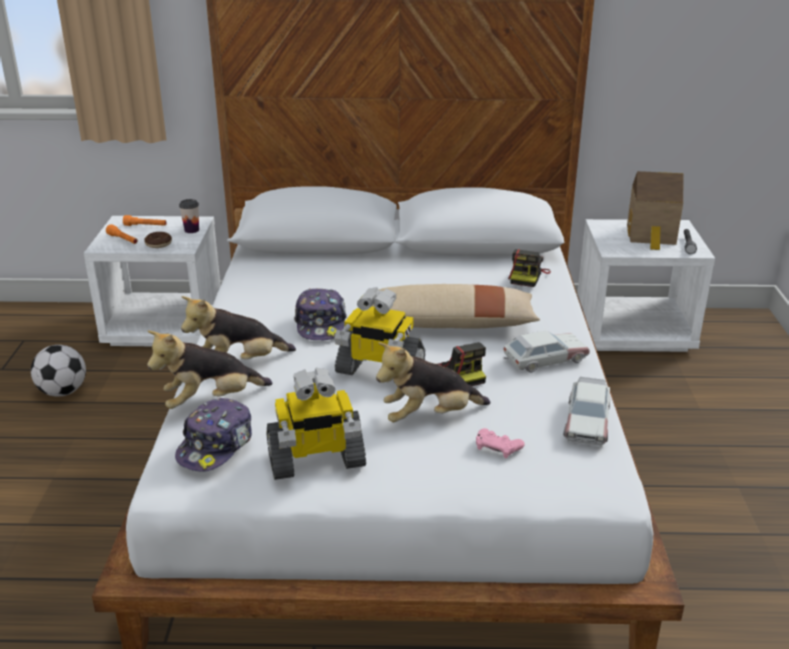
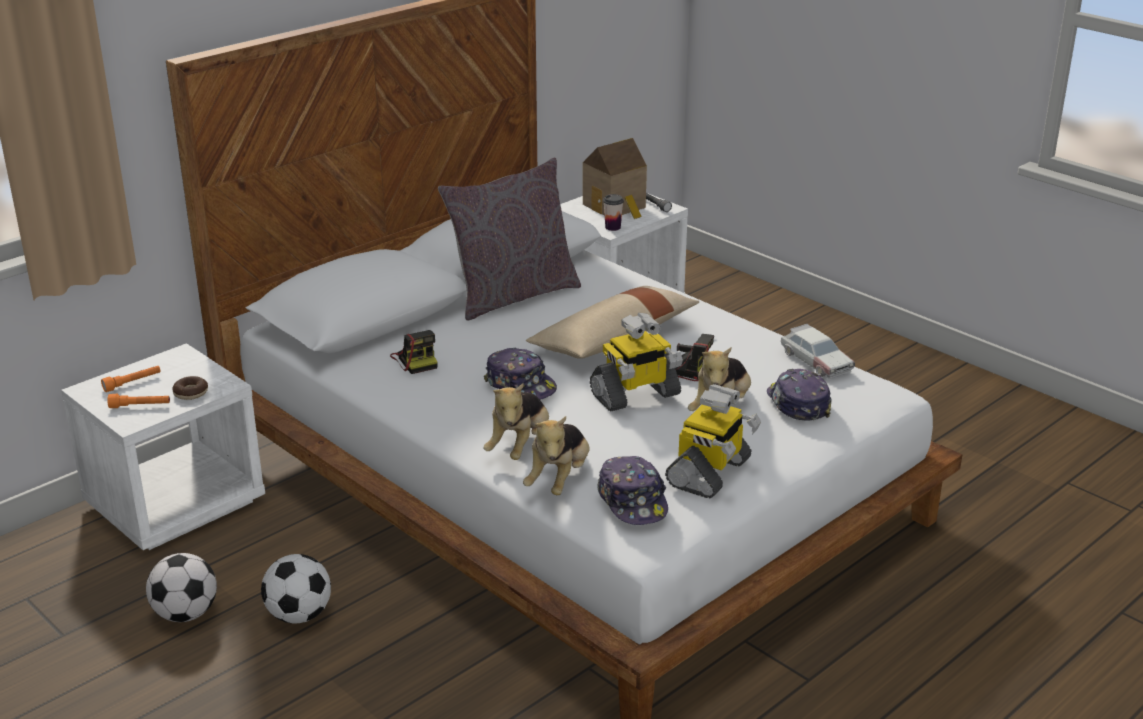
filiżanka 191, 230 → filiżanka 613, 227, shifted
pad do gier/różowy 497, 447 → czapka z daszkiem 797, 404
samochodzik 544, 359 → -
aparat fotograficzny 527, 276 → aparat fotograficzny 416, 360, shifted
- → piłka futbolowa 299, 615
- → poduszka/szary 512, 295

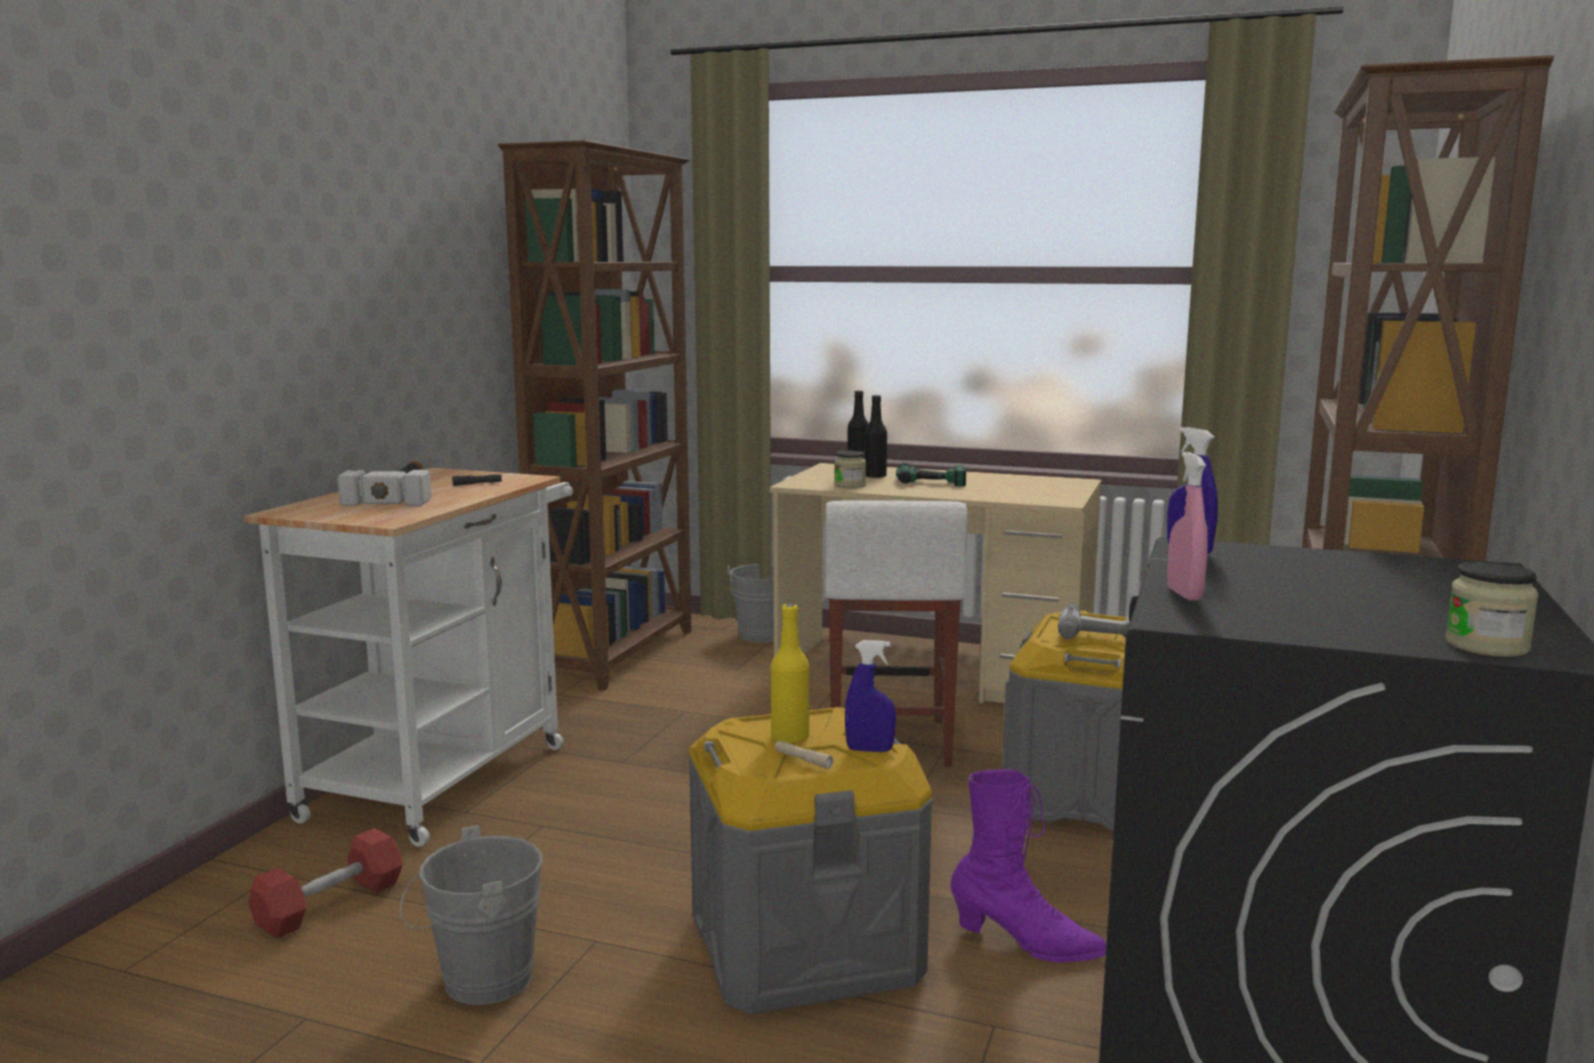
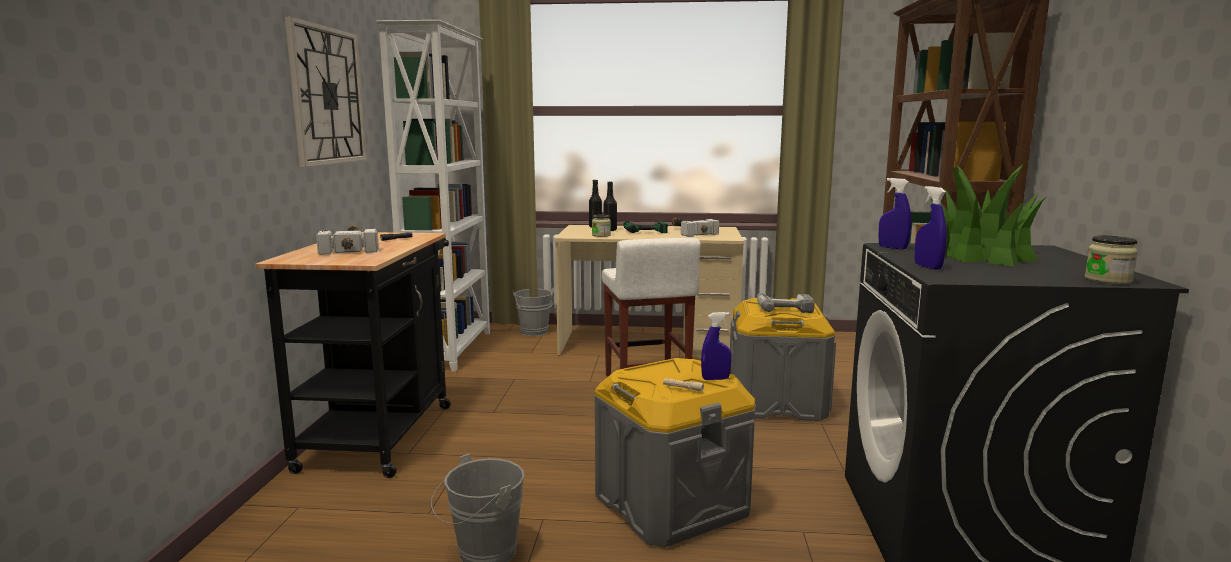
wózek/biały 446, 774 → wózek/czarny 381, 432
hantel/czerwony 330, 905 → -
regał/brązowy 618, 654 → regał/biały 451, 350
butelka/żółty 790, 738 → -
but z cholewką/fioletowy 1026, 943 → -
spryskiwacz/różowy 1184, 594 → spryskiwacz/niebieski 928, 267
- → zegar ścienny 327, 96
- → młotek 688, 232
- → roślina doniczkowa 977, 254

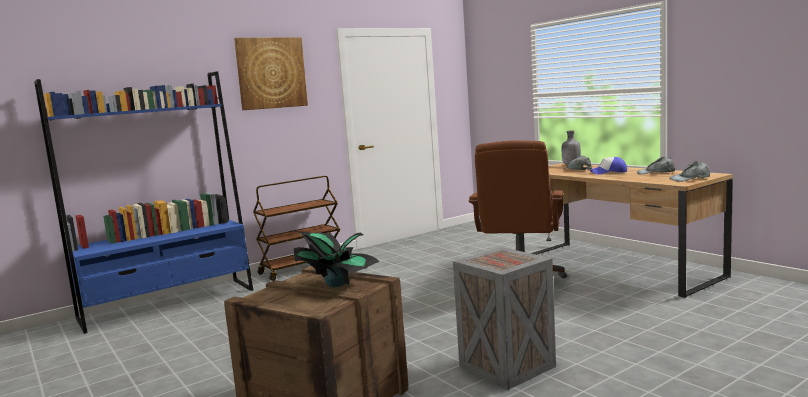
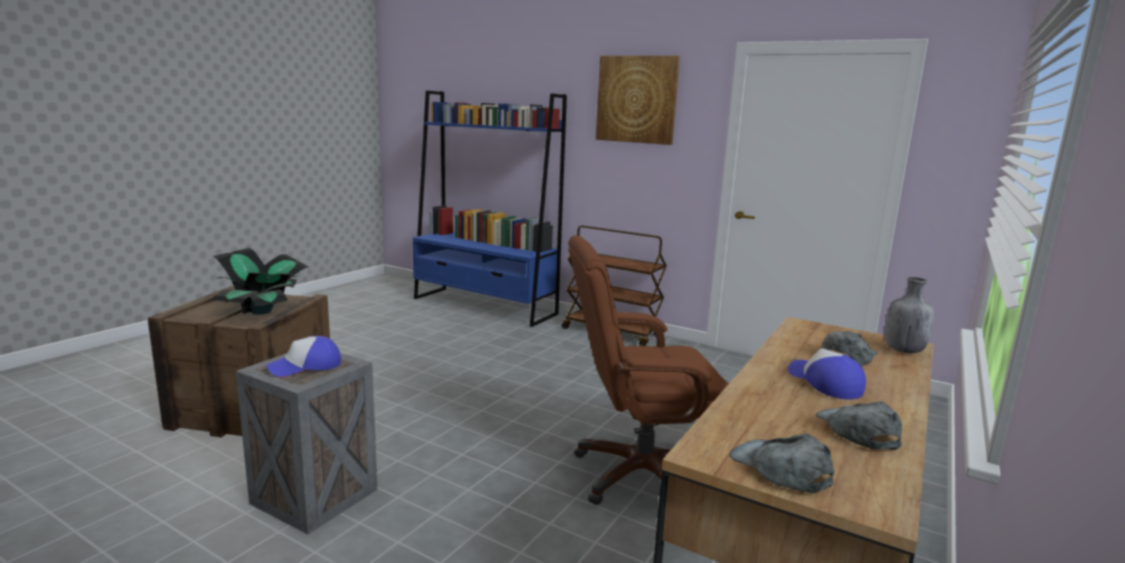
- → czapka z daszkiem 306, 367

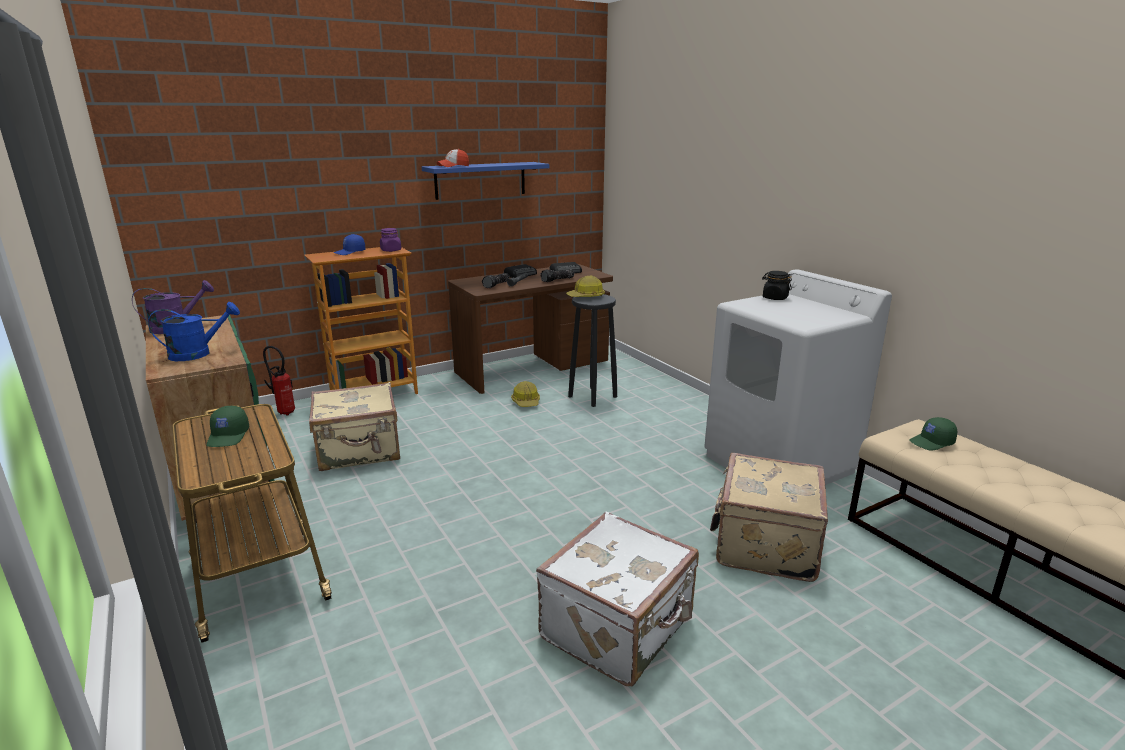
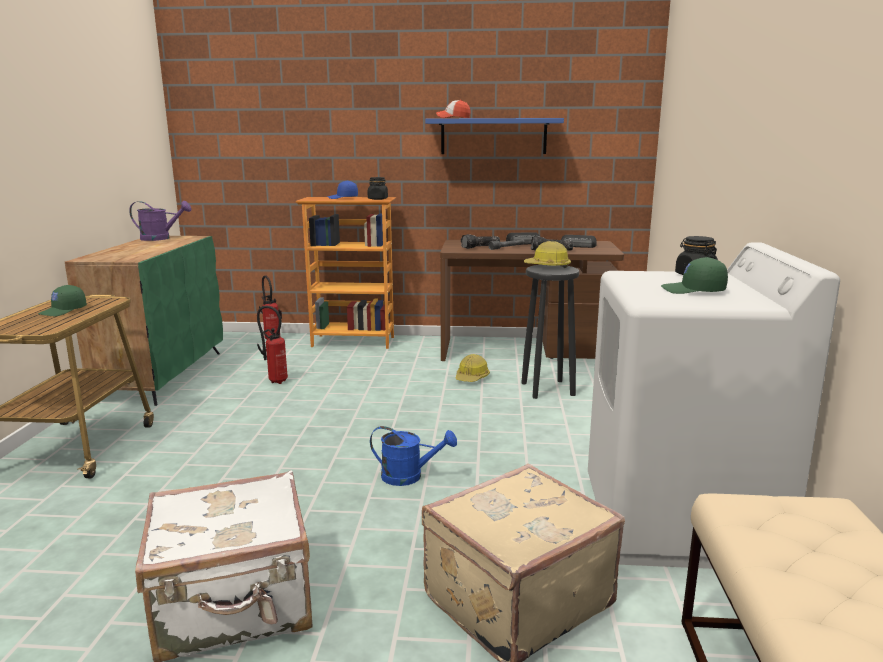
konewka/niebieski 198, 353 → konewka/niebieski 409, 476, shifted
walizka/beżowy 359, 451 → gaśnica 276, 381
słoik/fioletowy 391, 250 → słoik/czarny 378, 199
czapka z daszkiem/zielony 932, 442 → czapka z daszkiem/zielony 693, 291, shifted

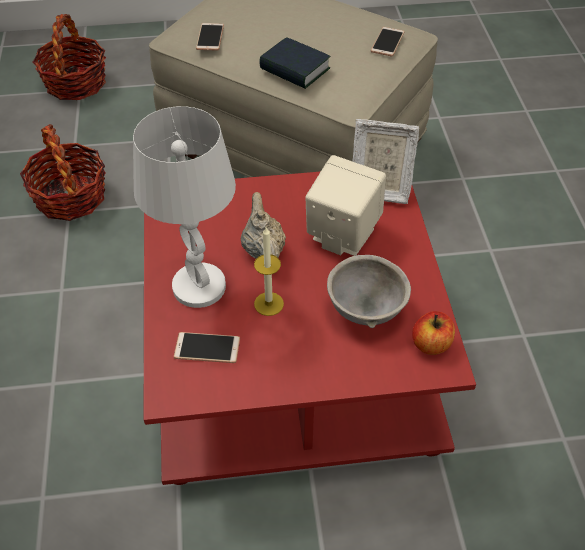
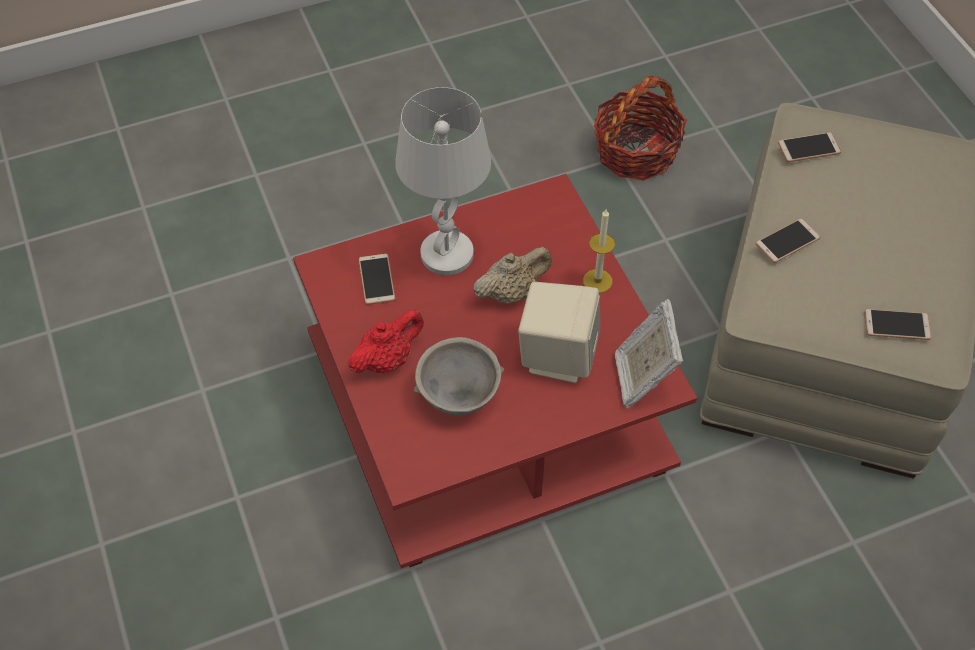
koszyk 76, 83 → -
świeca 268, 304 → świeca 597, 281, shifted
książka 295, 69 → telefon 787, 241
jabłko 431, 344 → -
- → imbryk/czerwony 387, 359

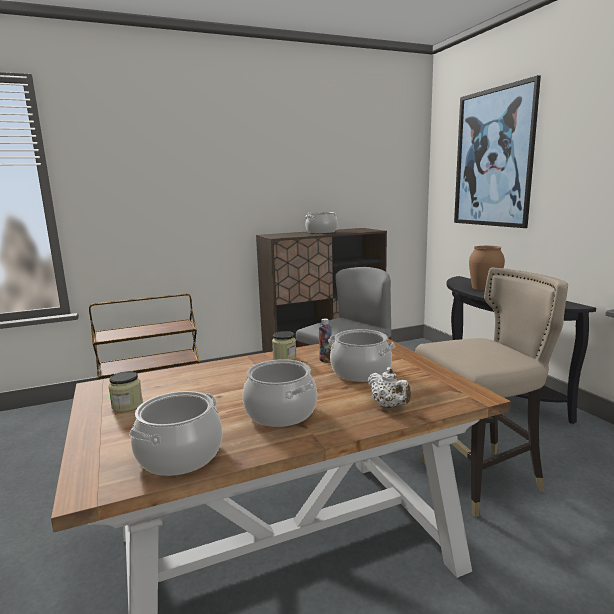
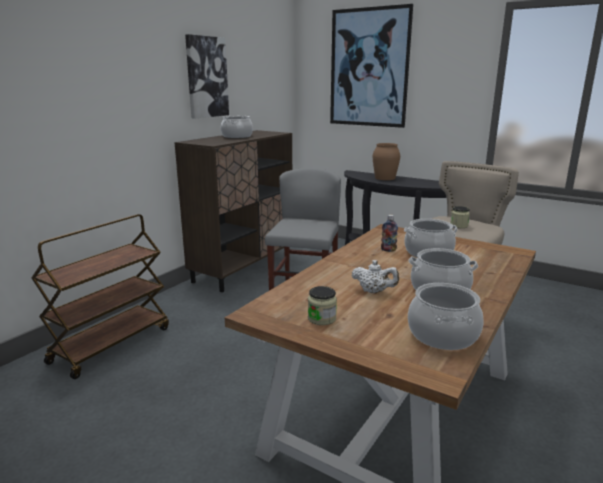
słoik 284, 358 → słoik 459, 225, shifted
imbryk/biały 389, 406 → imbryk/biały 374, 291, shifted
- → obraz 206, 77

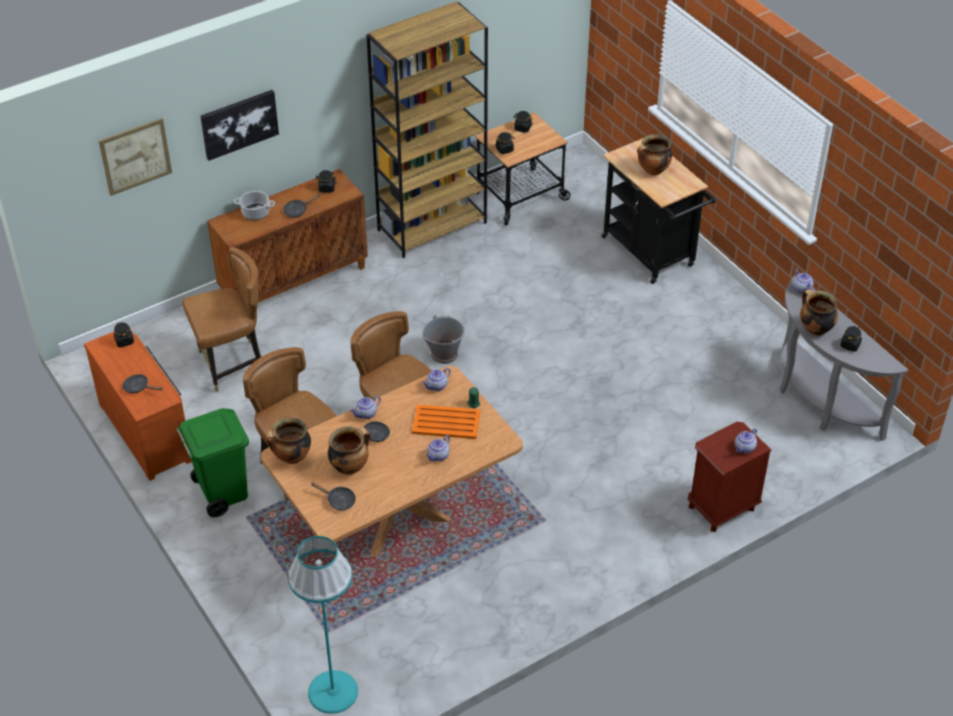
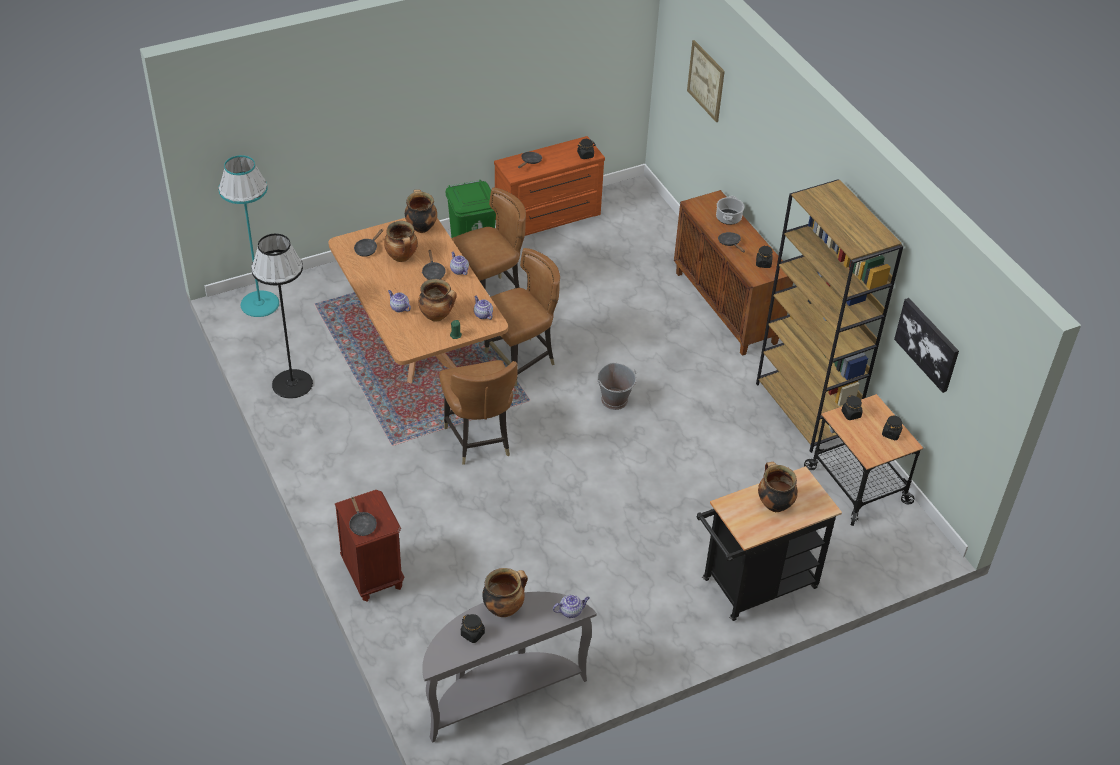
krzesło/brązowy 232, 364 → krzesło/brązowy 479, 440, shifted
obraz 239, 123 → obraz 927, 344, shifted
taca/pomarańczowy 445, 422 → garnek 437, 316
imbryk 744, 448 → patelnia/czarny 362, 524
- → lampa stojąca/czarny 292, 383

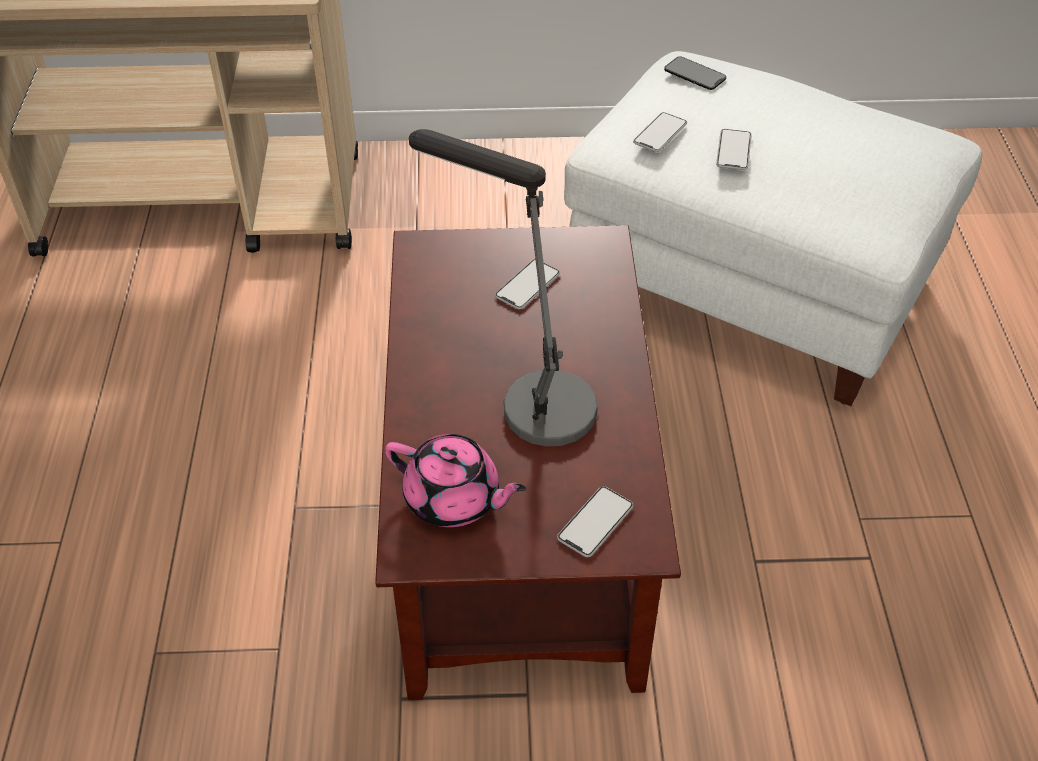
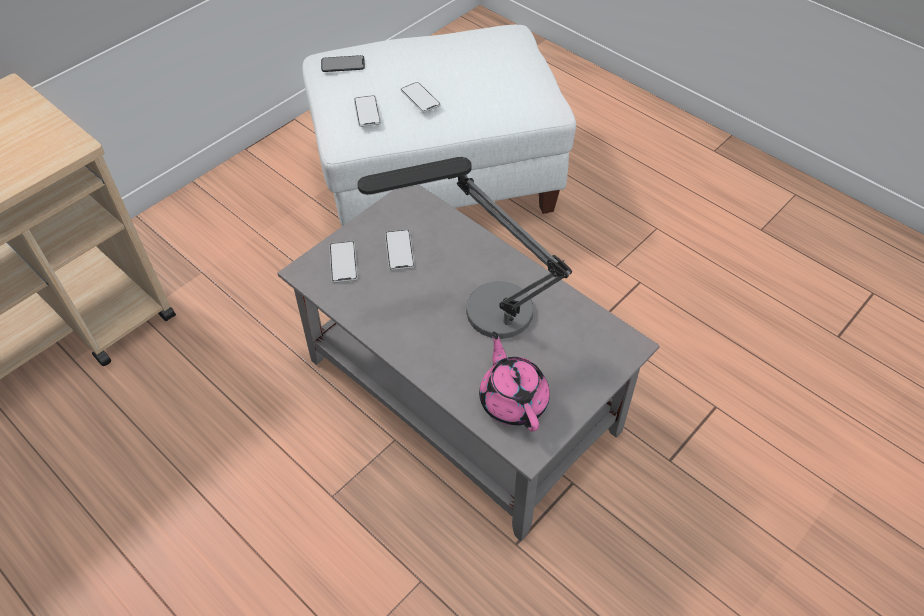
ława/brązowy 517, 513 → ława/szary 459, 394
imbryk/różowy 454, 499 → imbryk/różowy 513, 399, 90 degrees counterclockwise
telefon 595, 522 → telefon 343, 262, shifted

